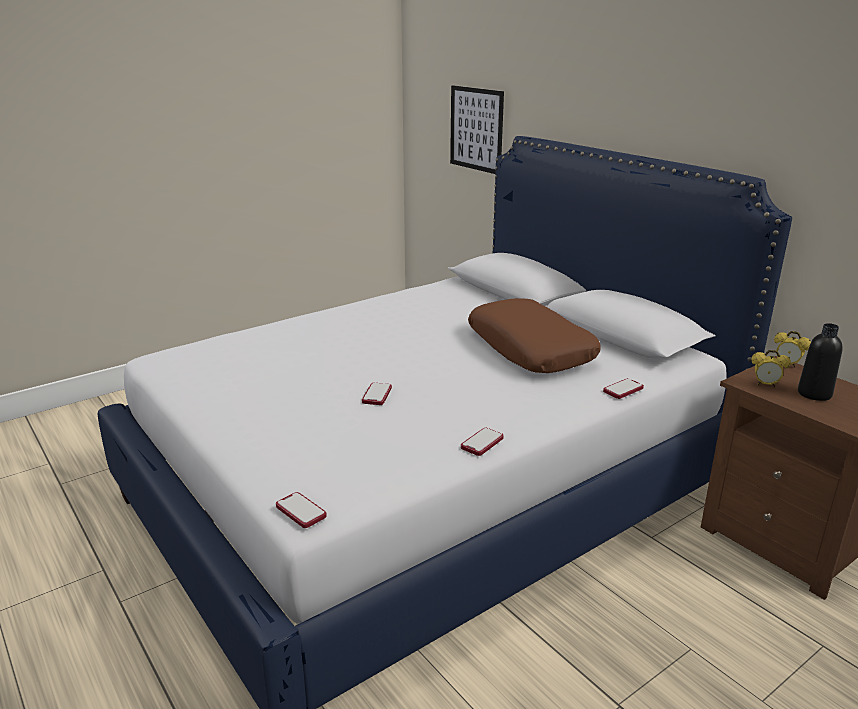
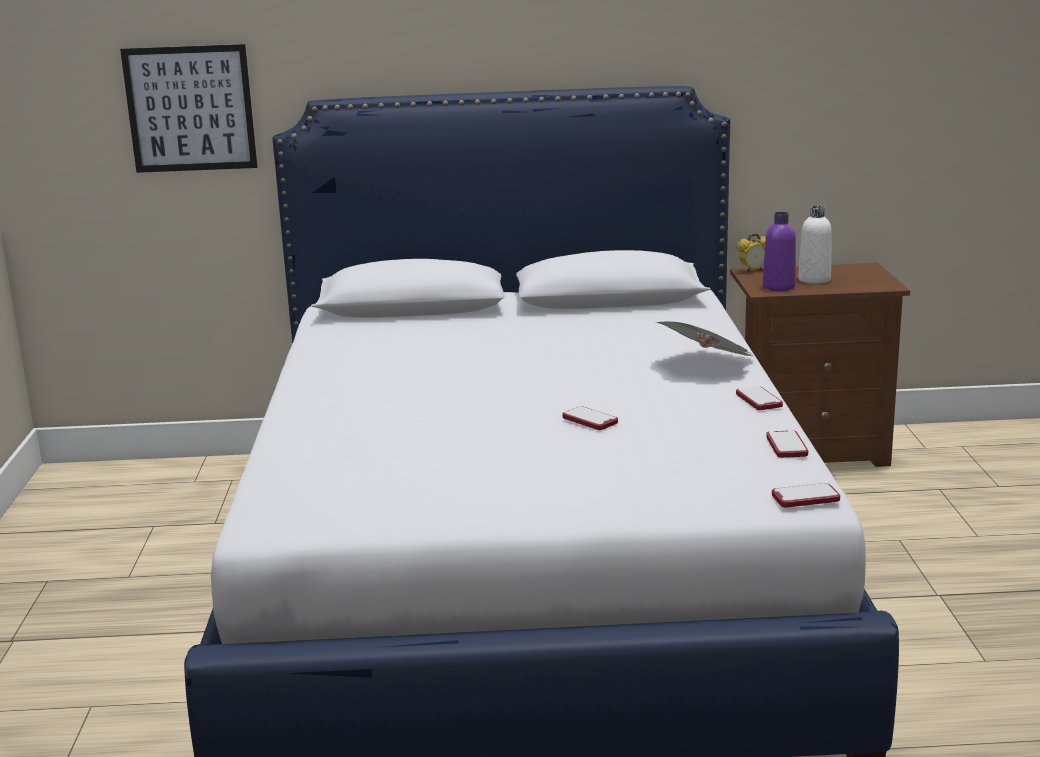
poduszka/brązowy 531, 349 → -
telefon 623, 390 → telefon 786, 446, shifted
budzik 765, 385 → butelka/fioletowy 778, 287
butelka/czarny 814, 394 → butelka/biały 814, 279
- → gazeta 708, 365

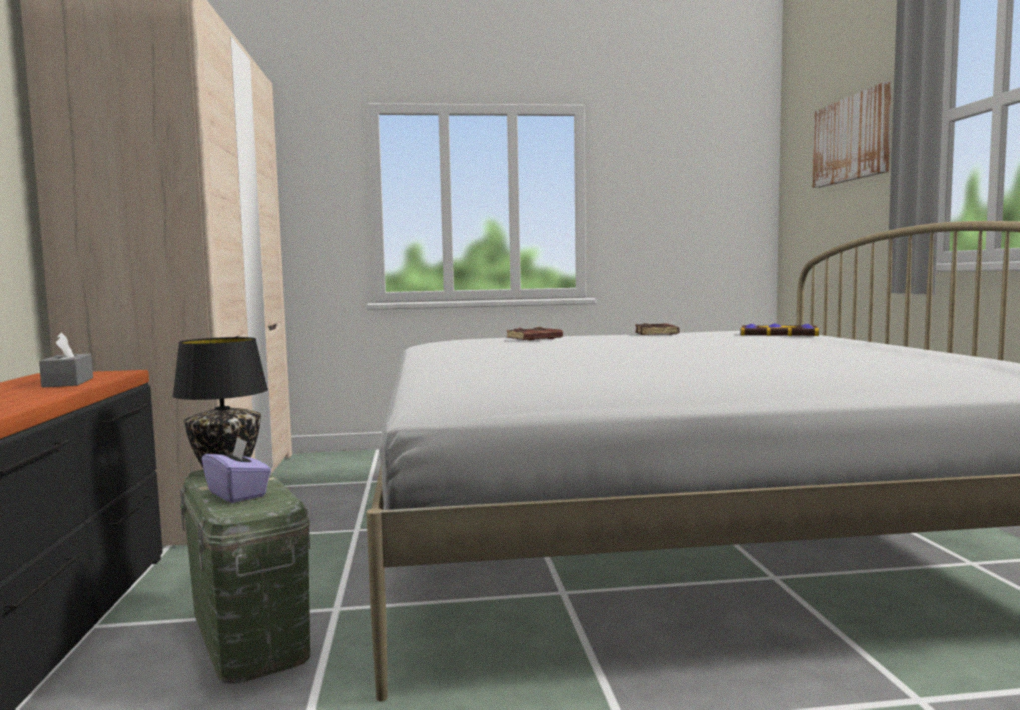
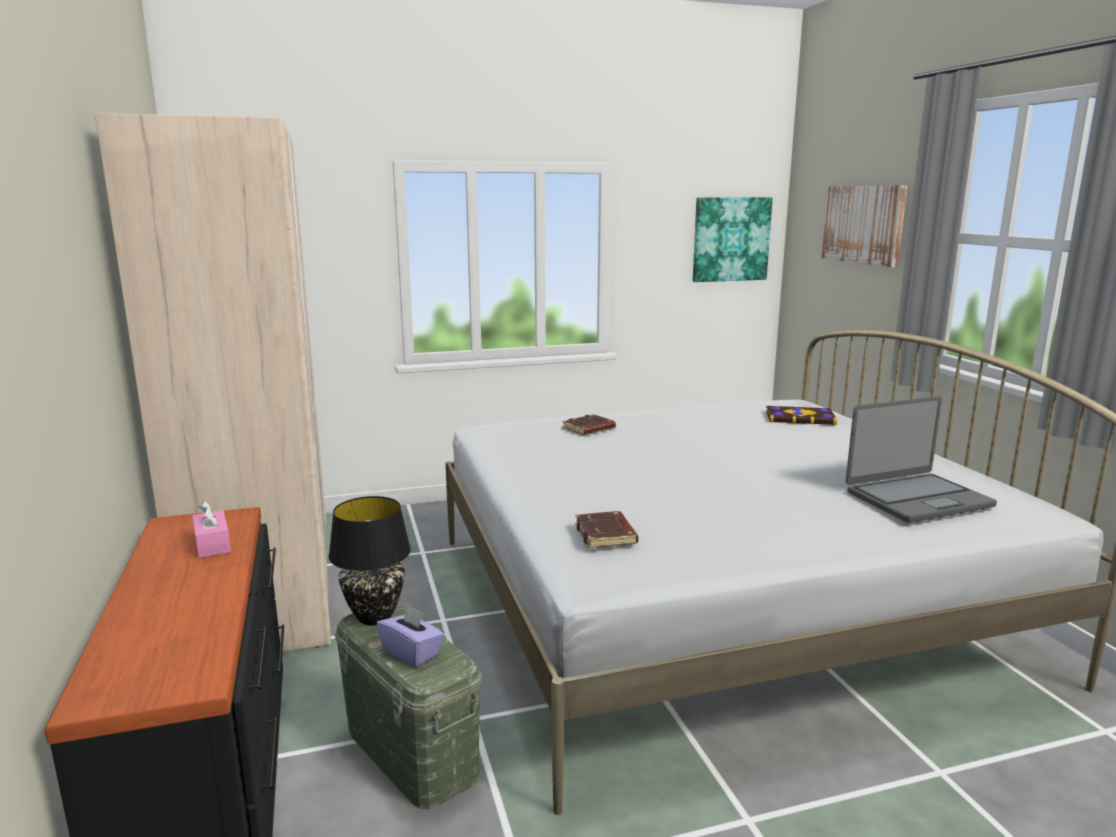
pudełko chusteczek/szary 68, 382 → pudełko chusteczek/różowy 212, 544
książka/brązowy 657, 334 → książka/brązowy 606, 535, shifted
- → obraz 730, 239
- → laptop 917, 498

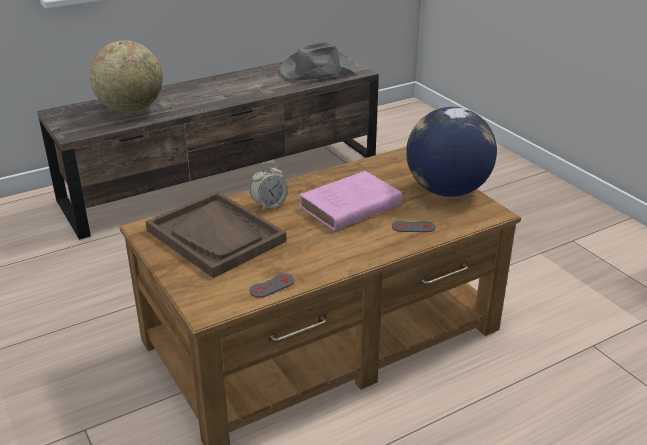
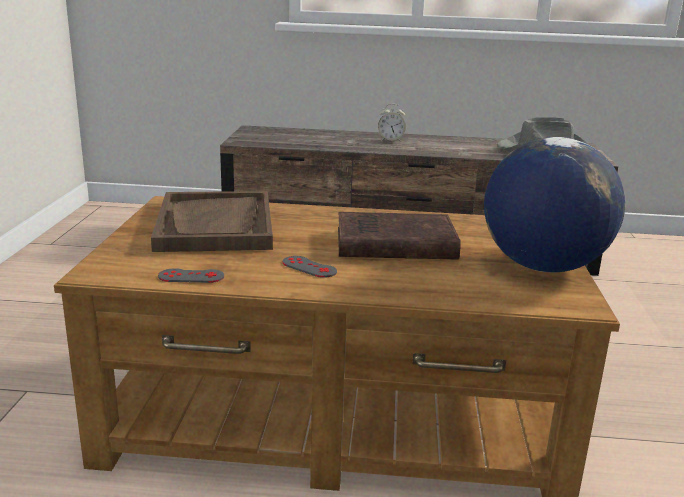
globus 131, 109 → -
budzik 269, 205 → budzik 390, 140, shifted
książka/różowy 348, 206 → książka/brązowy 391, 244
pad do gier/szary 413, 227 → pad do gier/szary 309, 267, shifted

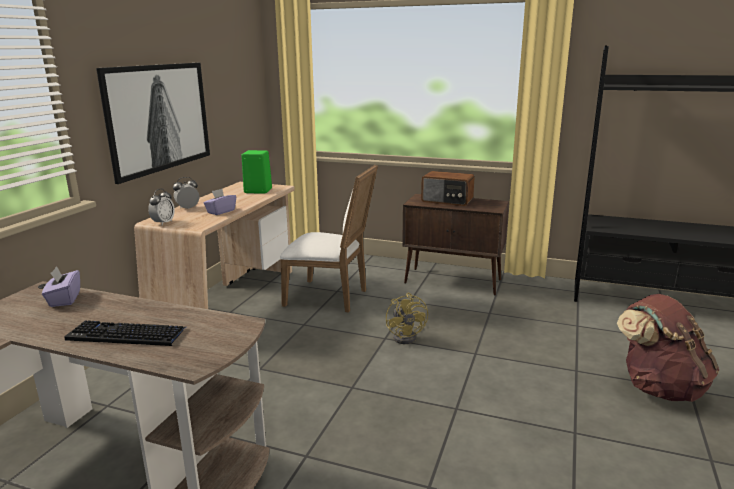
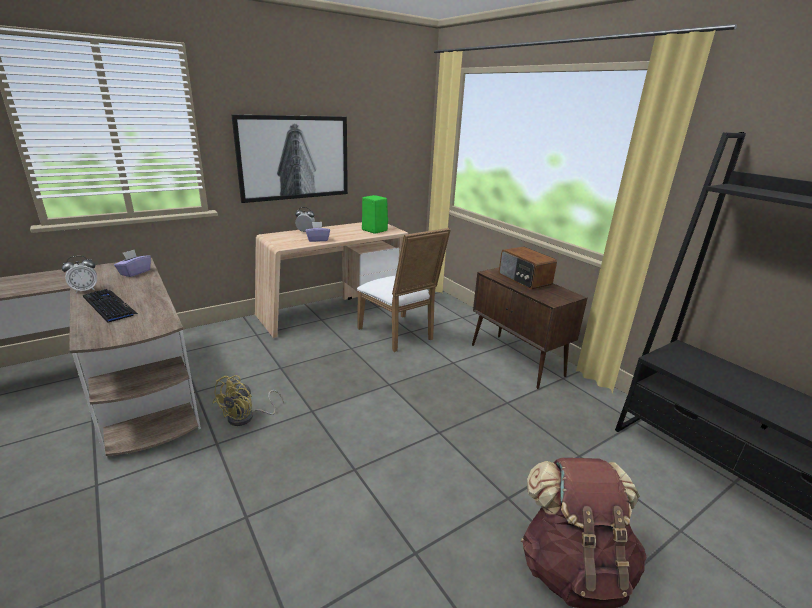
budzik 163, 223 → budzik 85, 290, shifted
wentylator/żółty 407, 336 → wentylator/żółty 247, 417, shifted

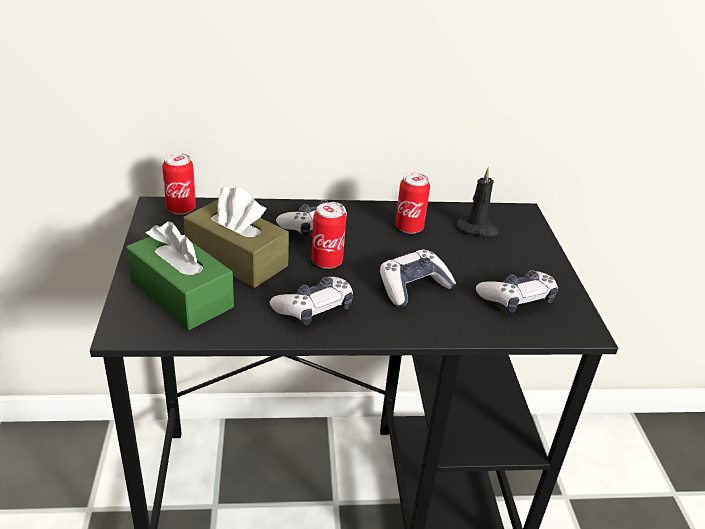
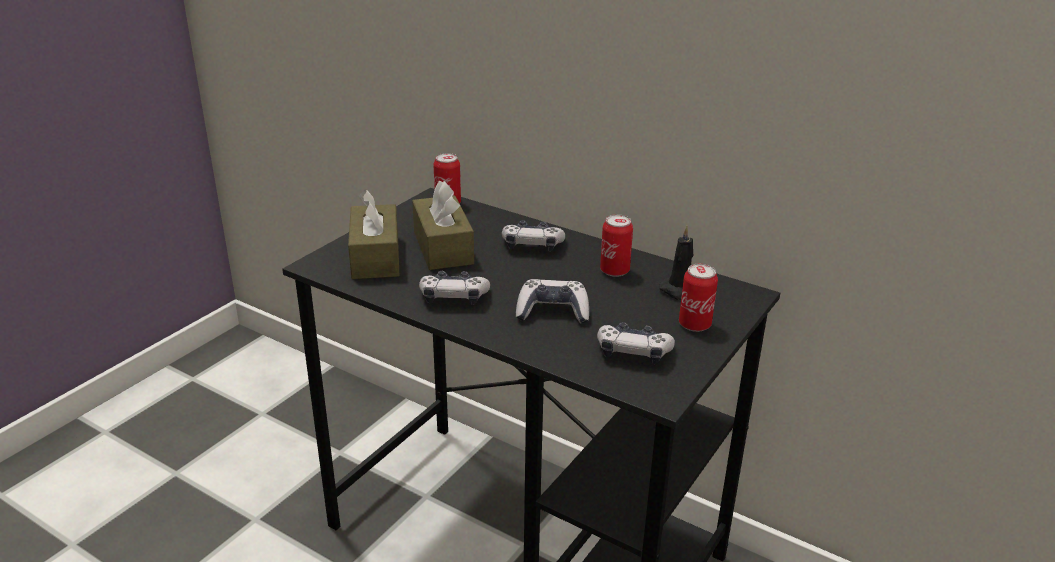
pudełko chusteczek/zielony 181, 294 → pudełko chusteczek/brązowy 375, 257
puszka 327, 261 → puszka 694, 325, shifted

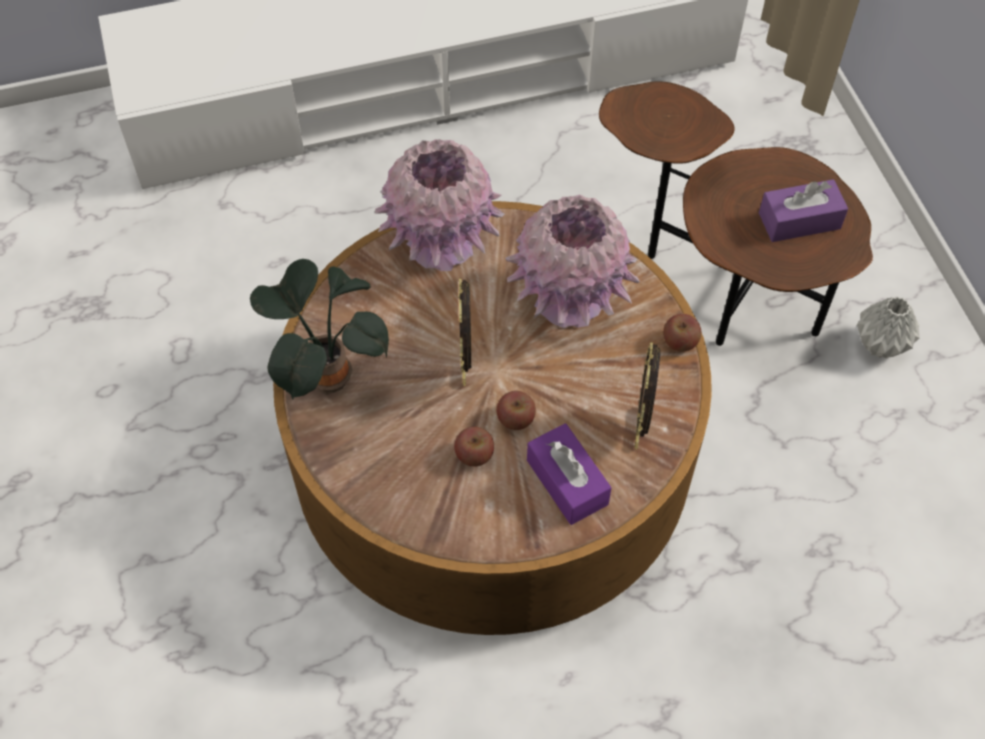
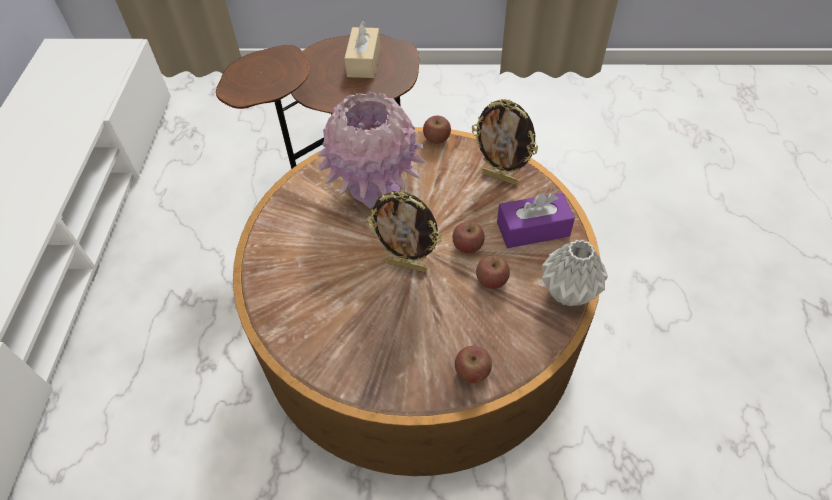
roślina doniczkowa 326, 375 → -
wazon/różowy 440, 245 → -
pudełko chusteczek/fioletowy 799, 221 → pudełko chusteczek/beżowy 364, 61
wazon/szary 881, 346 → wazon/szary 569, 292, shifted
- → jabłko 472, 371

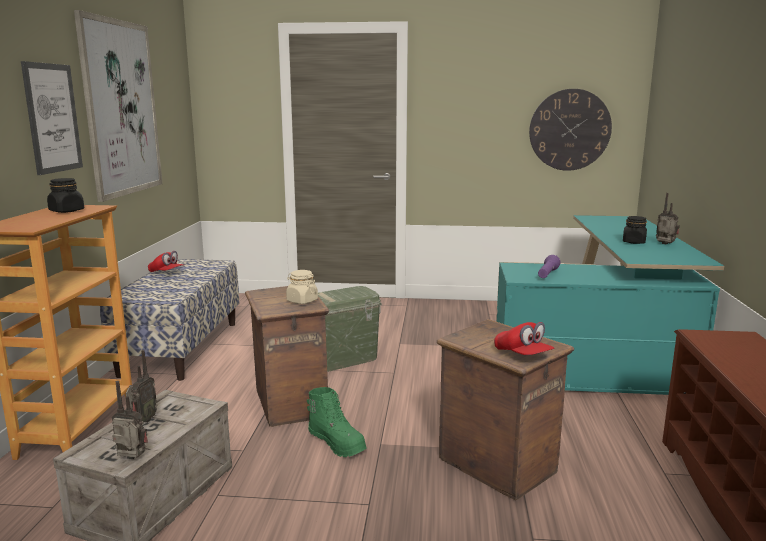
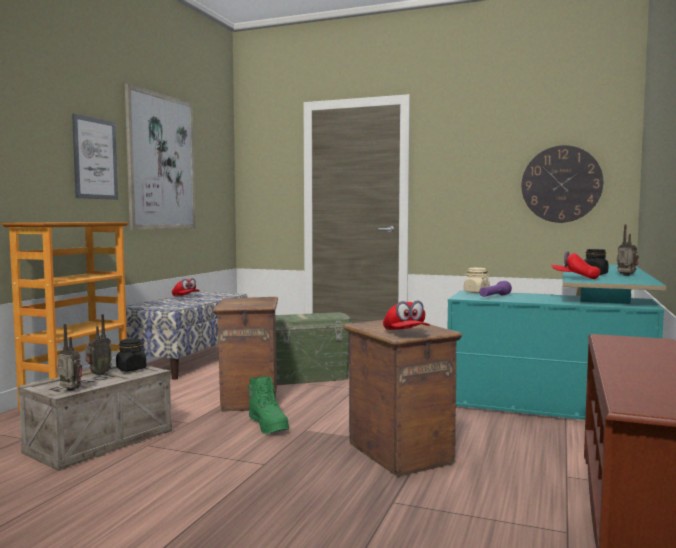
słoik/czarny 67, 211 → słoik/czarny 131, 369, shifted
słoik/beżowy 302, 301 → słoik/beżowy 476, 292, shifted
- → czapka z daszkiem/czerwony 574, 278

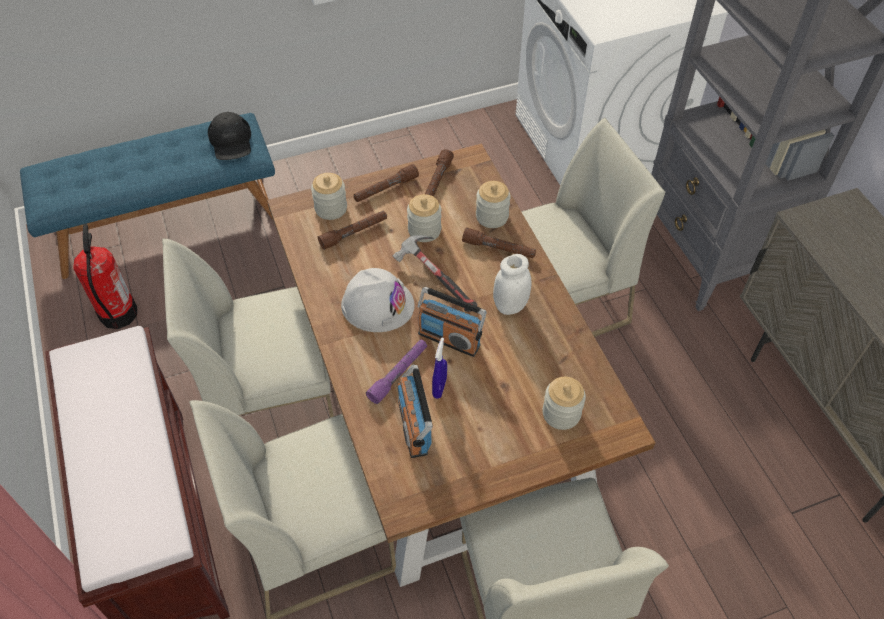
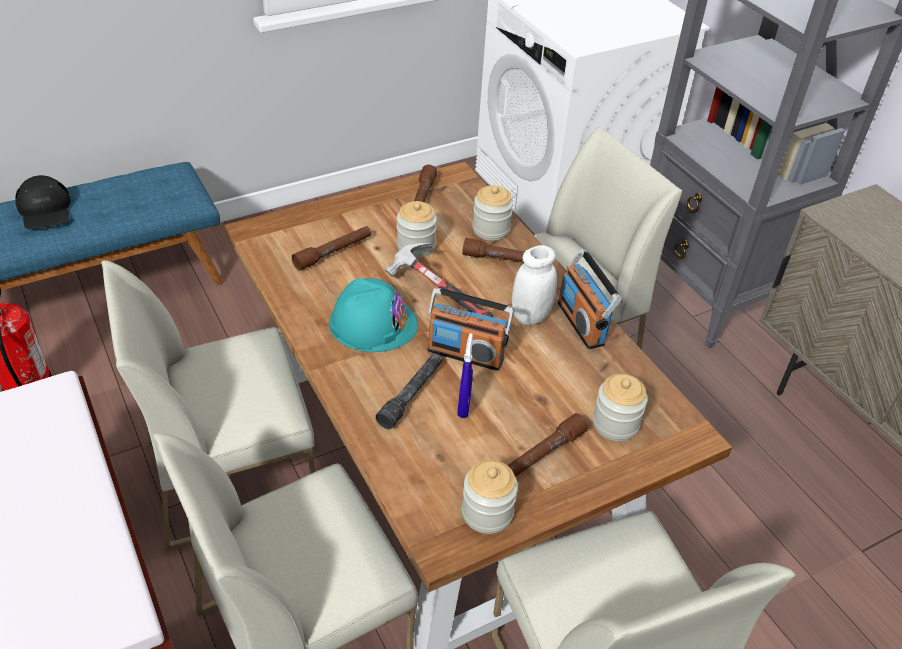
czapka z daszkiem/czarny 231, 141 → czapka z daszkiem/czarny 45, 210, shifted
słoik 331, 208 → słoik 487, 513, shifted
kask/biały 377, 304 → kask/turkusowy 373, 323
latarka/brązowy 385, 189 → latarka/brązowy 542, 454, shifted
latarka/fioletowy 398, 374 → latarka/szary 411, 395
radio 414, 427 → radio 581, 323, shifted

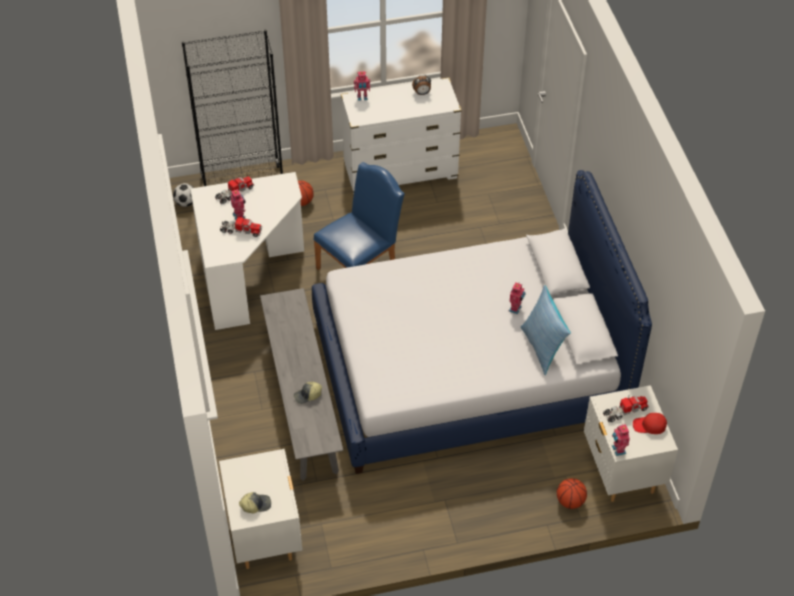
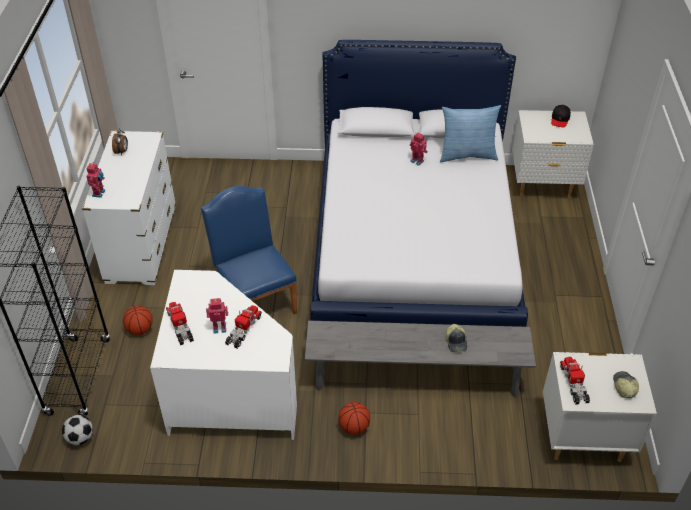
piłka do koszykówki 570, 501 → piłka do koszykówki 354, 427, shifted
ciężarówka zabawkowa 625, 411 → ciężarówka zabawkowa 574, 383, shifted
robot zabawkowy 618, 450 → -
czapka z daszkiem/czerwony 649, 426 → czapka z daszkiem/czarny 560, 119

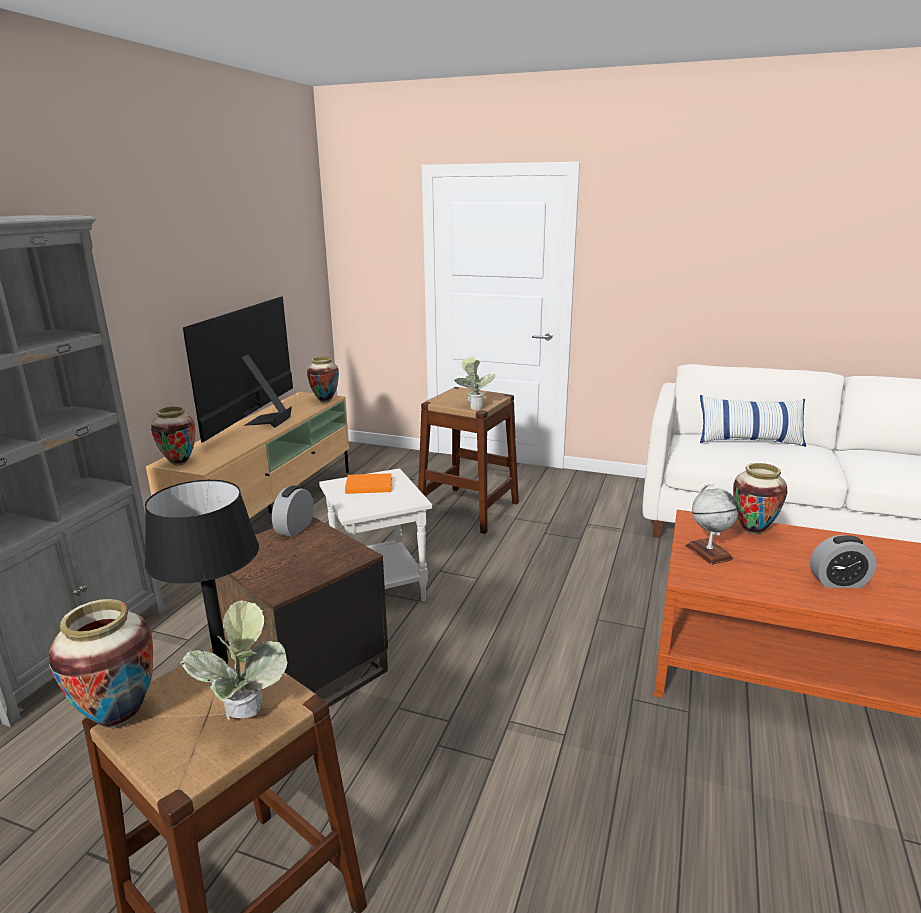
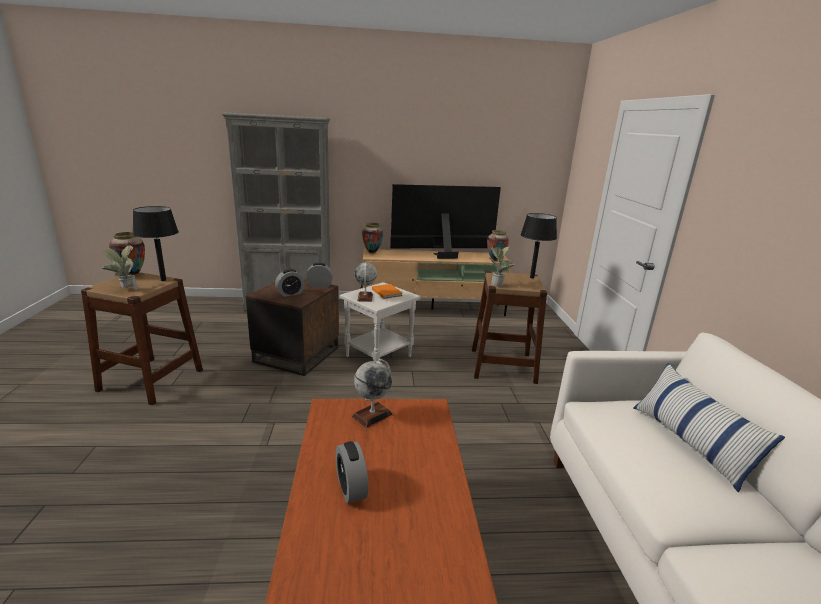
wazon 752, 531 → -
- → budzik 290, 293
- → globus 365, 297
- → lampa stołowa/czarny 532, 277

